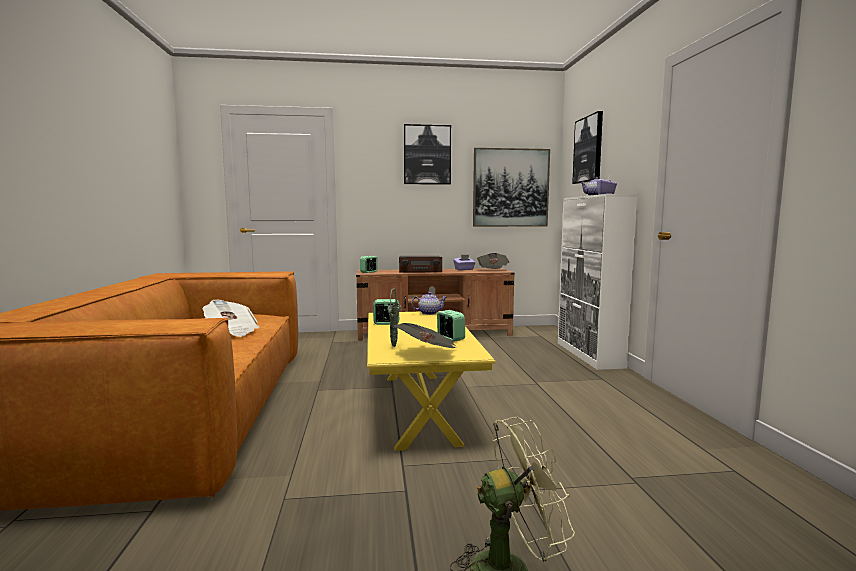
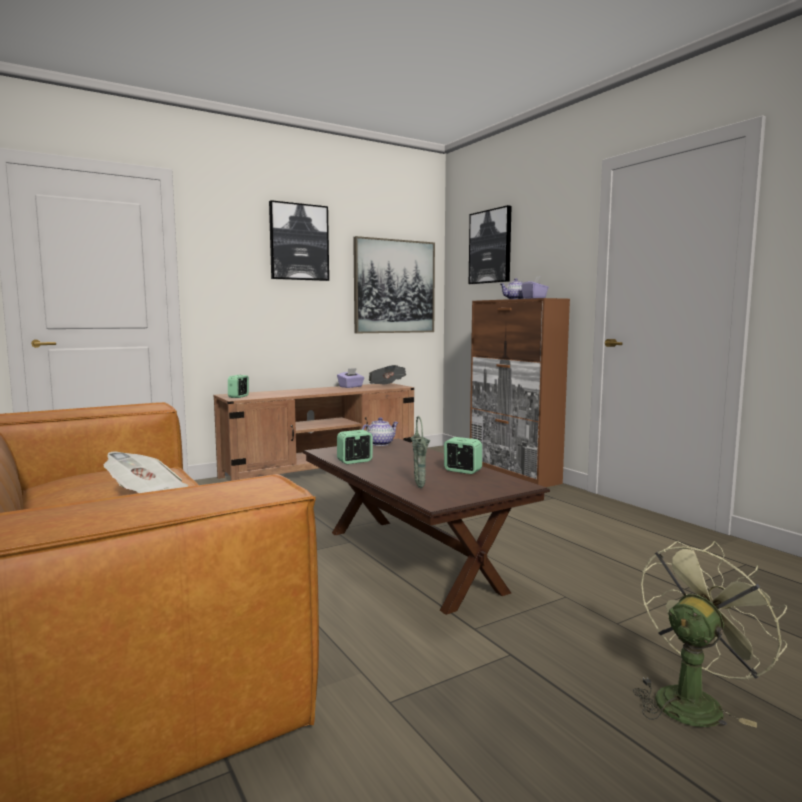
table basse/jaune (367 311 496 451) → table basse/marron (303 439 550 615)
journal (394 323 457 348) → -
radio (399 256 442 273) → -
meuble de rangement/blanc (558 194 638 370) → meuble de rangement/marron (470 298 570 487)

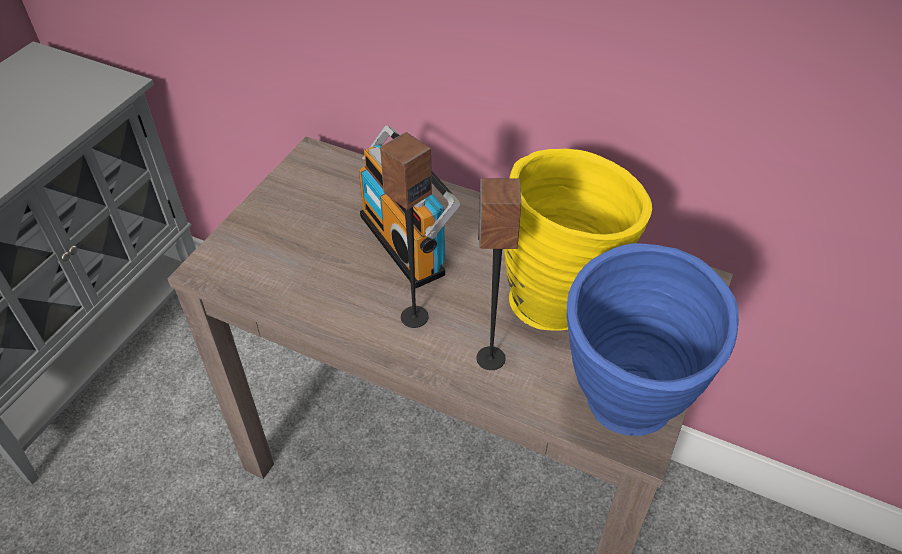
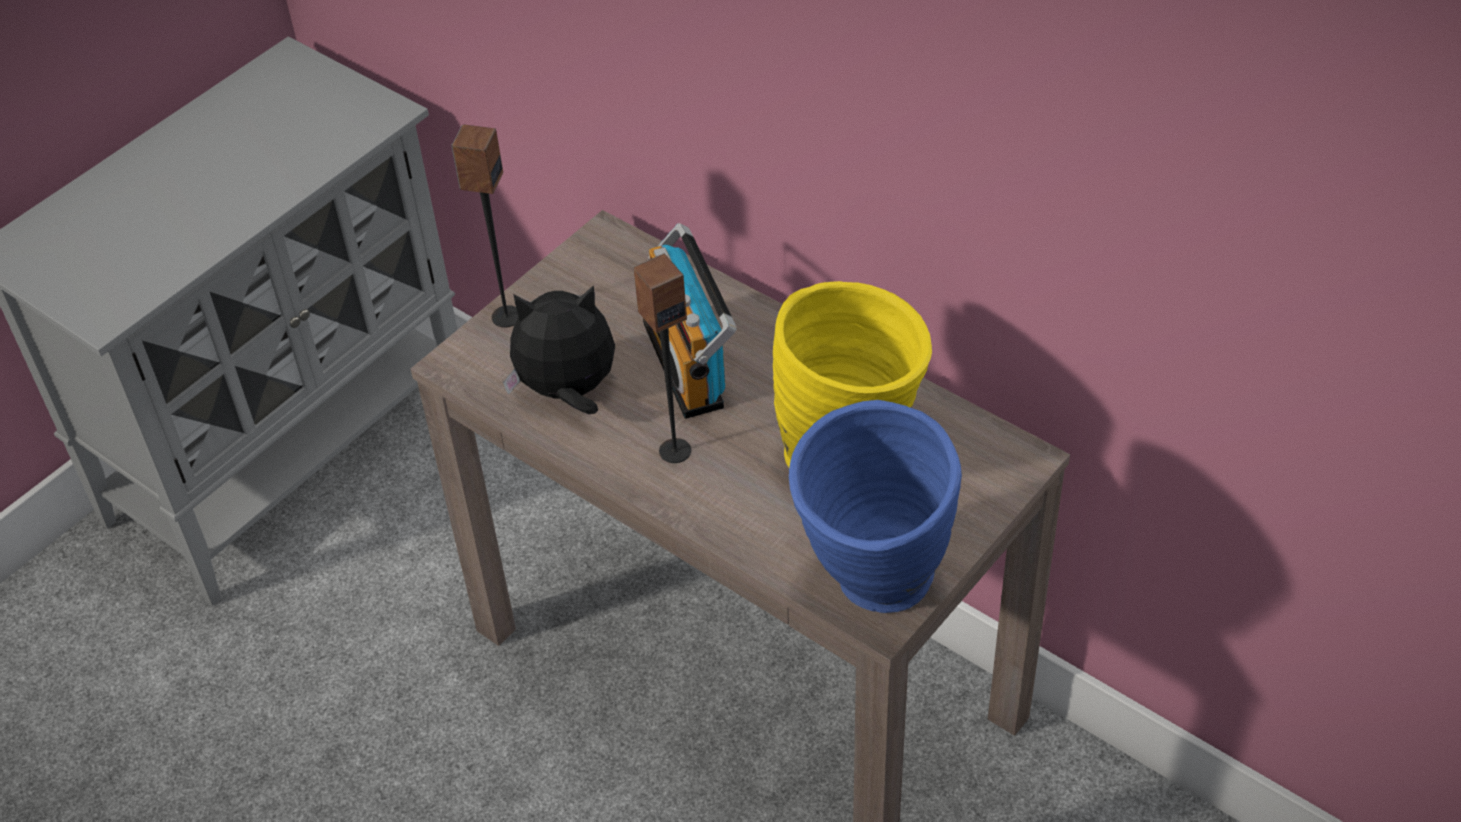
enceinte (476 178 521 370) → enceinte (451 125 518 327), move
- → peluche (503 285 615 414)

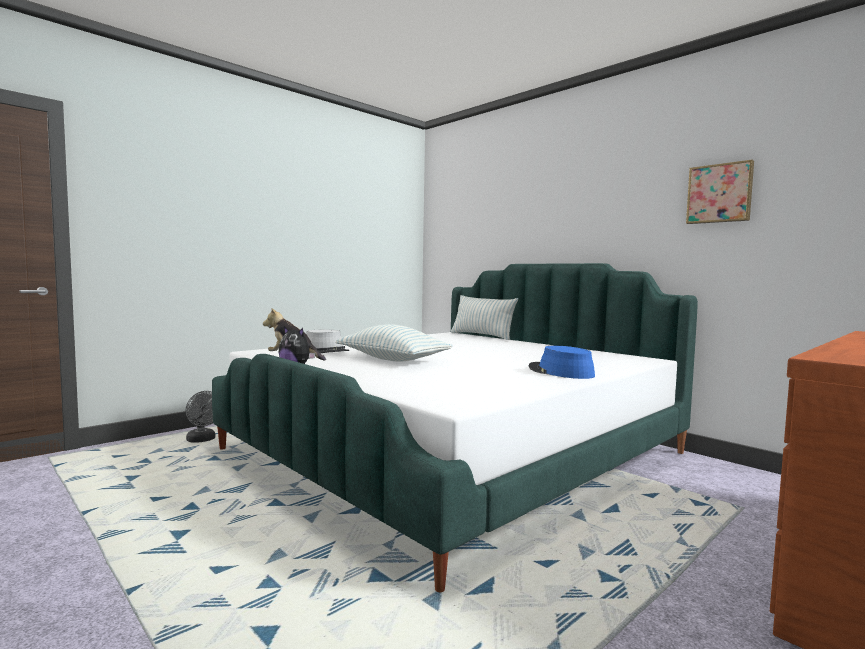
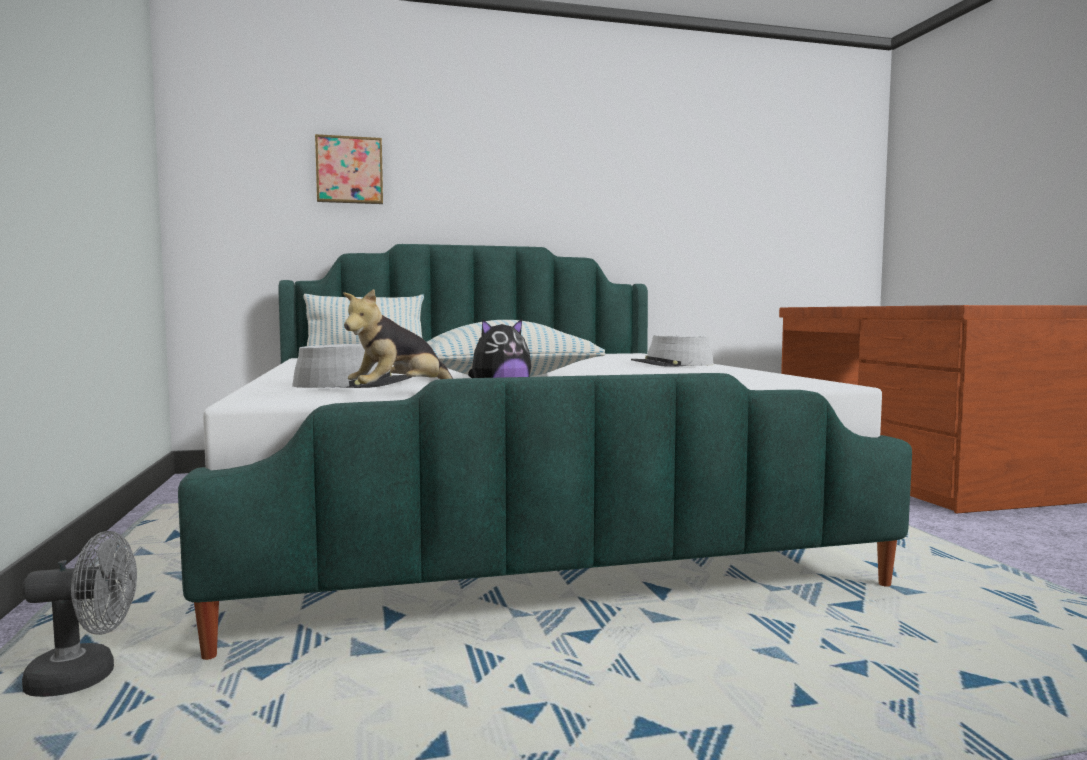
chapeau/bleu (529 346 595 379) → chapeau/gris (631 335 714 367)
tableau (686 160 754 224) → tableau (315 134 383 204), move

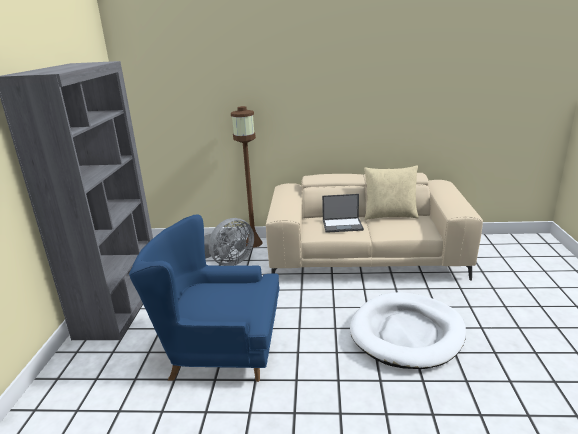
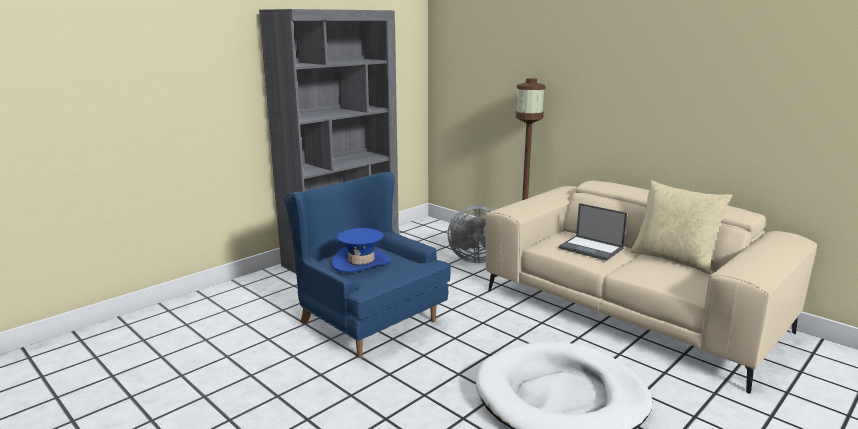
- → chapeau/bleu (332 228 391 273)

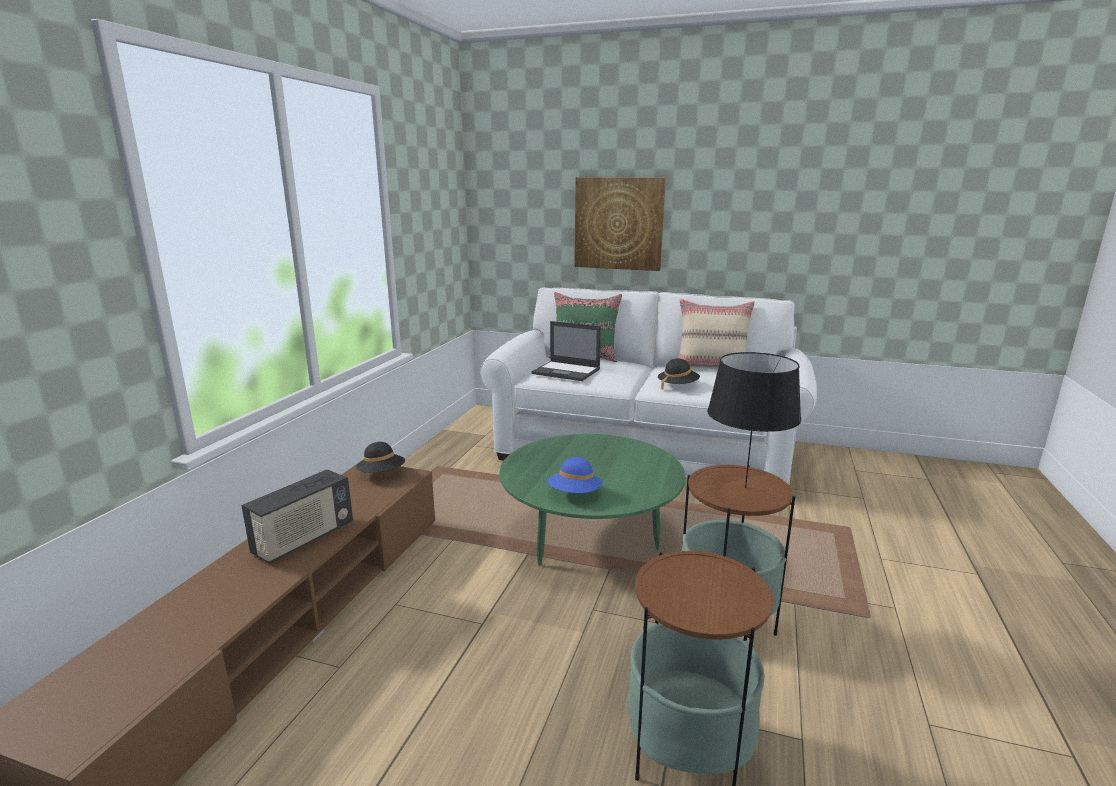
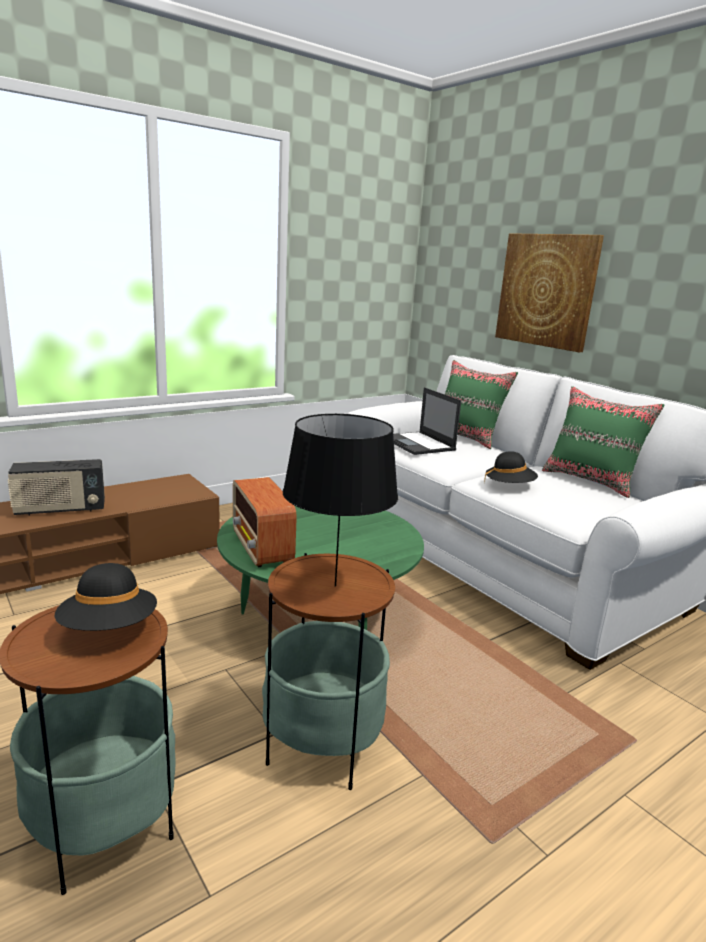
chapeau/noir (356 442 405 473) → chapeau/noir (54 563 157 631), move
chapeau/bleu (548 457 602 493) → radio (233 477 297 567)
coussin/beige (678 299 755 367) → coussin/vert (542 386 664 498)

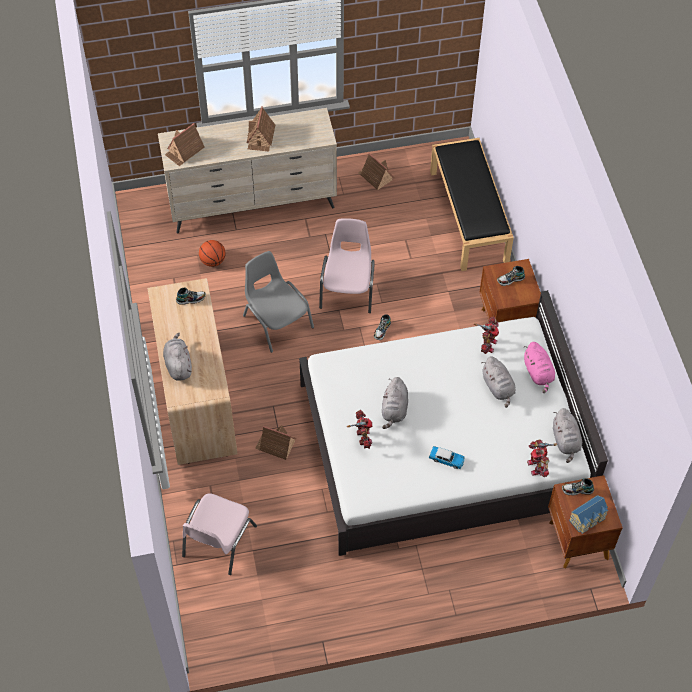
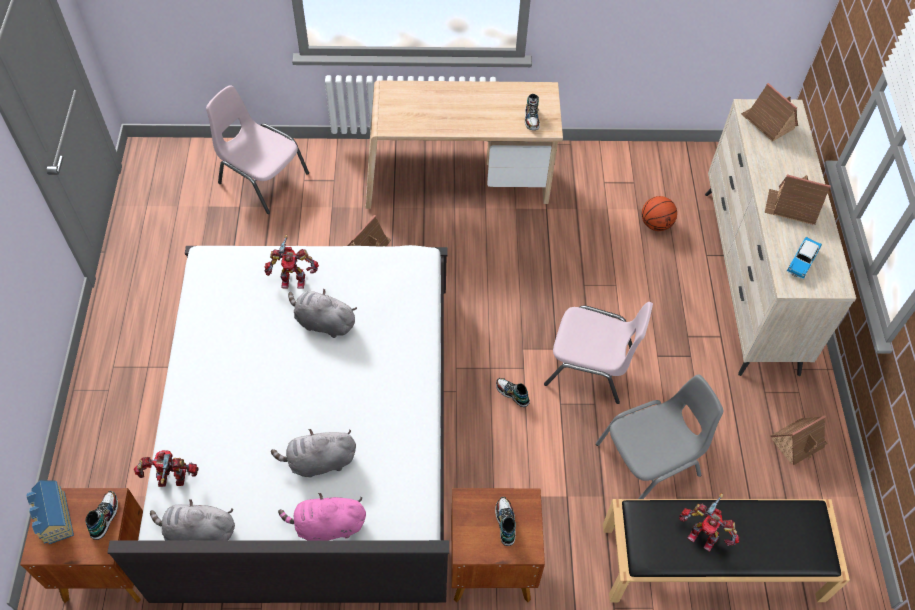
peluche/gris (163 333 192 381) → -
chaise/gris (243 251 314 353) → chaise/gris (596 374 723 499), move
petite voiture (429 446 465 469) → petite voiture (786 237 822 279), move
robot jouet (474 317 499 354) → robot jouet (679 493 739 552), move

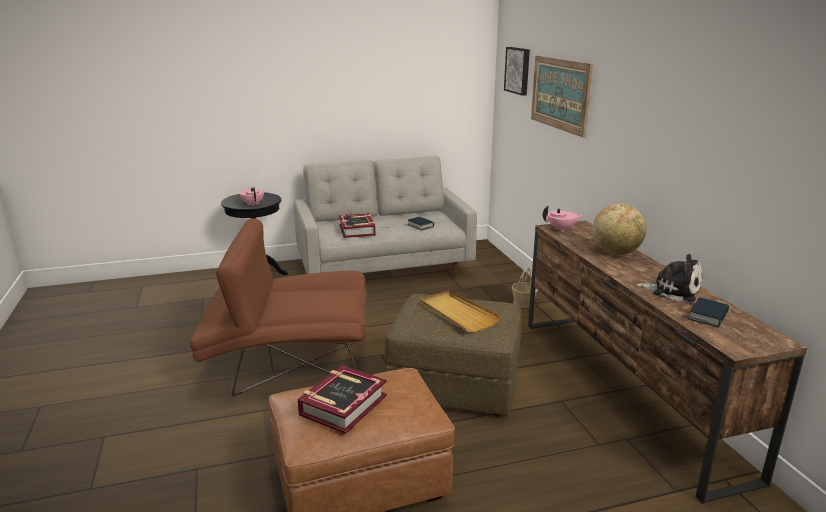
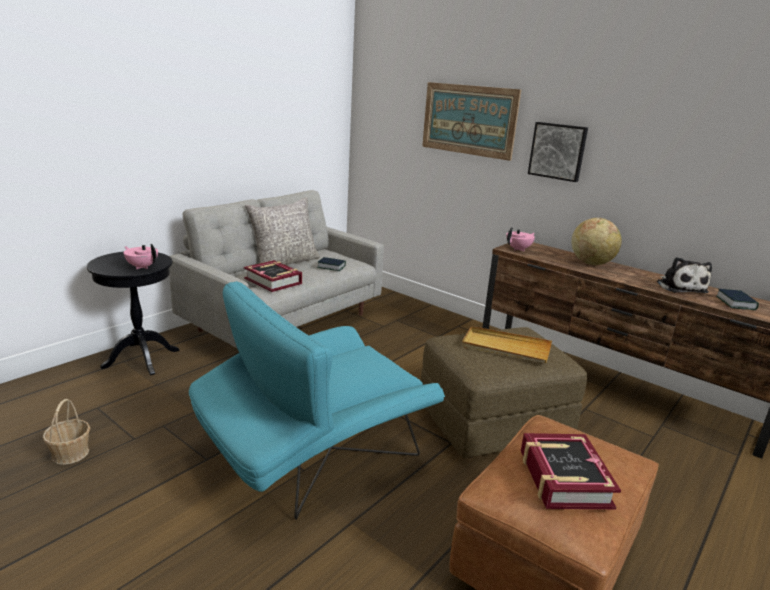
fauteuil/marron (189 218 366 396) → fauteuil/turquoise (189 281 445 520)
tableau (504 47 530 96) → tableau (528 122 588 182), move
panier (511 267 538 308) → panier (43 399 90 465), move
peluche (636 254 702 302) → peluche (657 257 712 293), 90 degrees clockwise
- → coussin/gris (245 197 320 265)

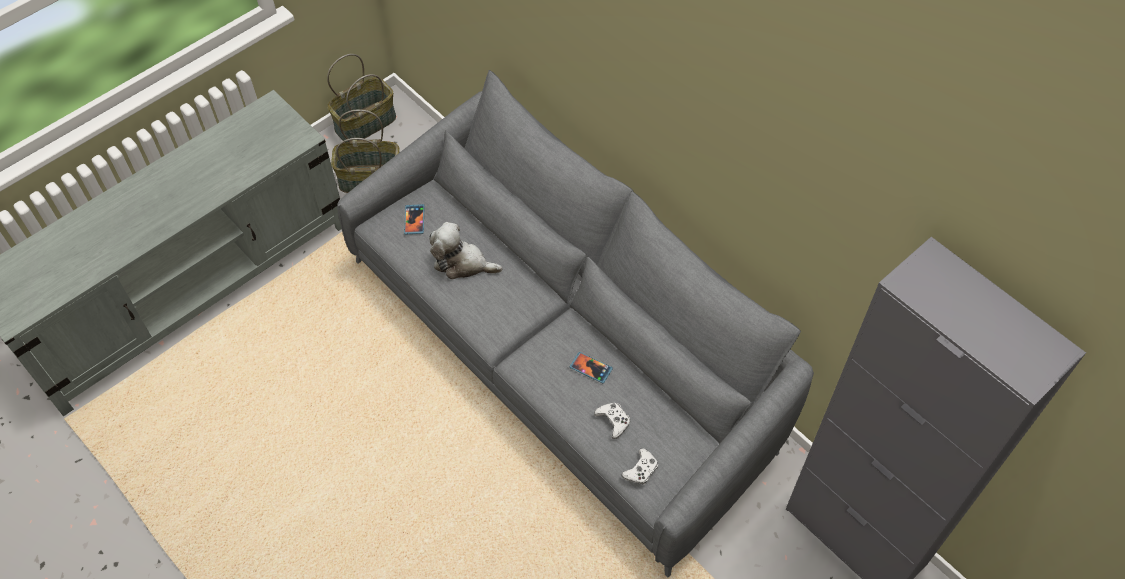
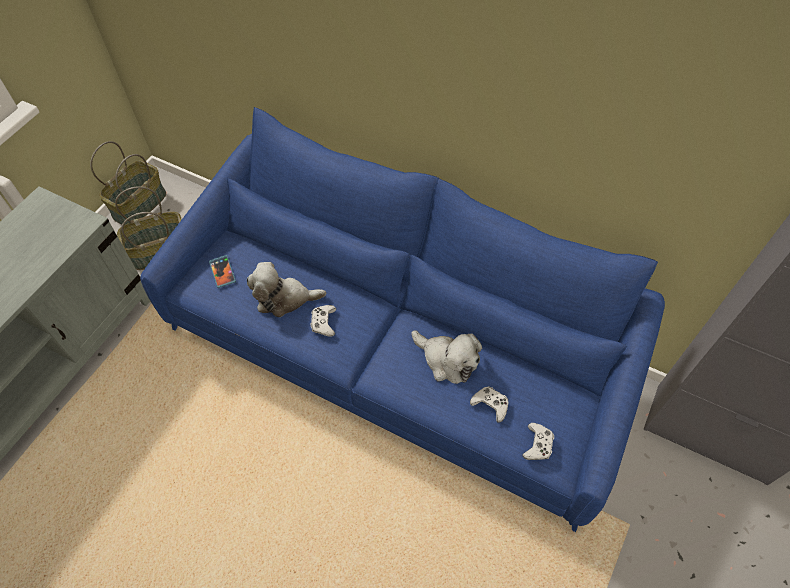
canapé/gris (337 70 814 577) → canapé/bleu (140 107 665 532)
téléphone (569 352 613 383) → peluche (412 330 482 384)
- → manette/blanc (311 305 336 337)

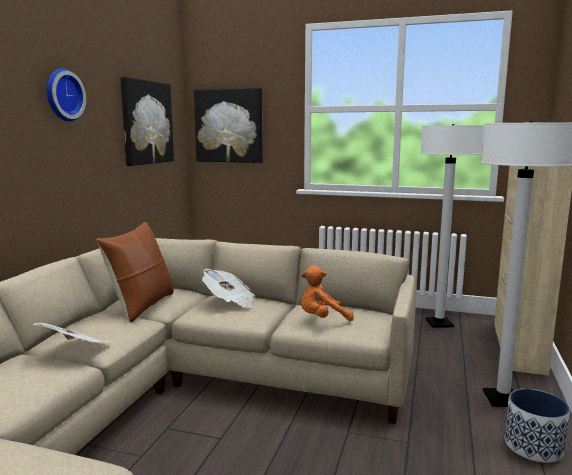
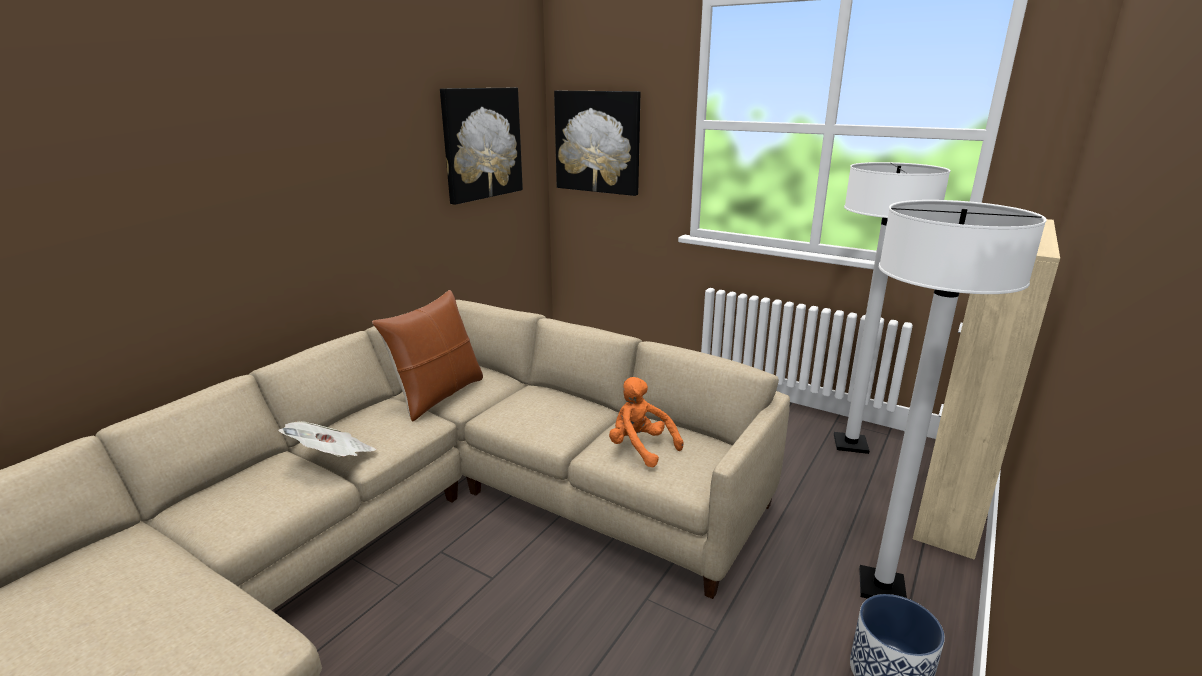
horloge murale (47 68 86 121) → -
journal (202 269 255 308) → -
peluche/orange (301 266 354 321) → peluche/orange (609 377 684 467), 45 degrees clockwise

